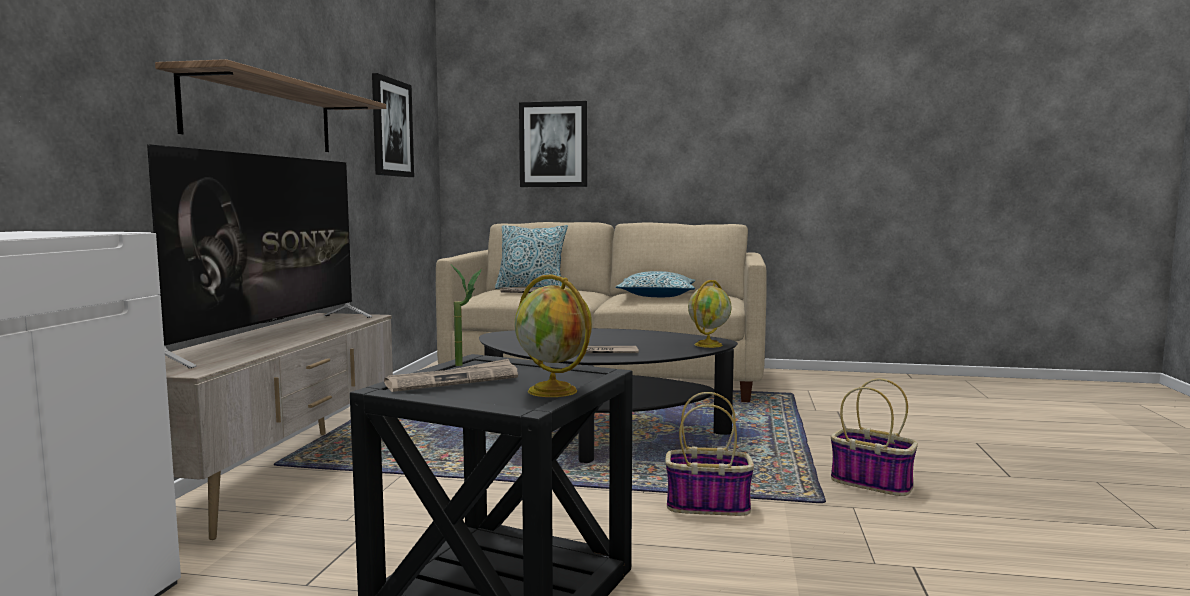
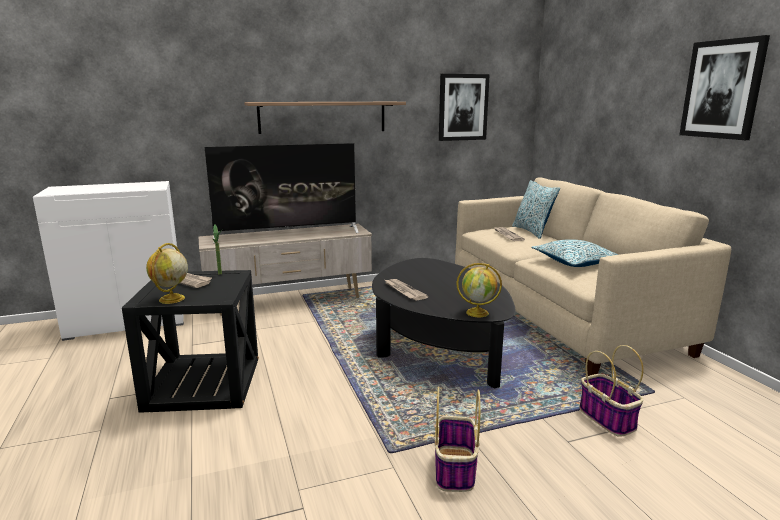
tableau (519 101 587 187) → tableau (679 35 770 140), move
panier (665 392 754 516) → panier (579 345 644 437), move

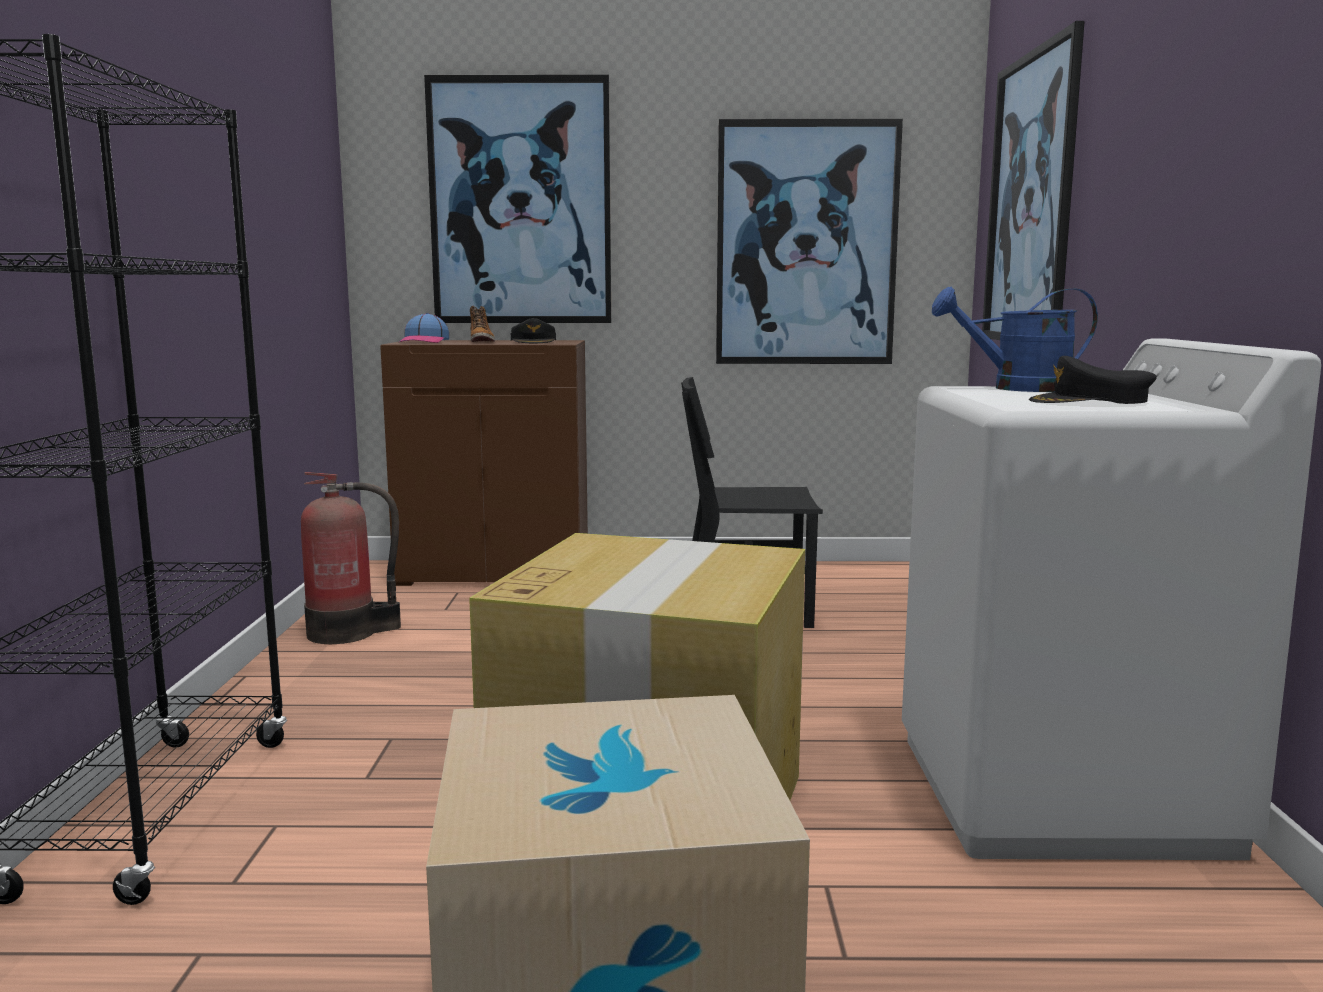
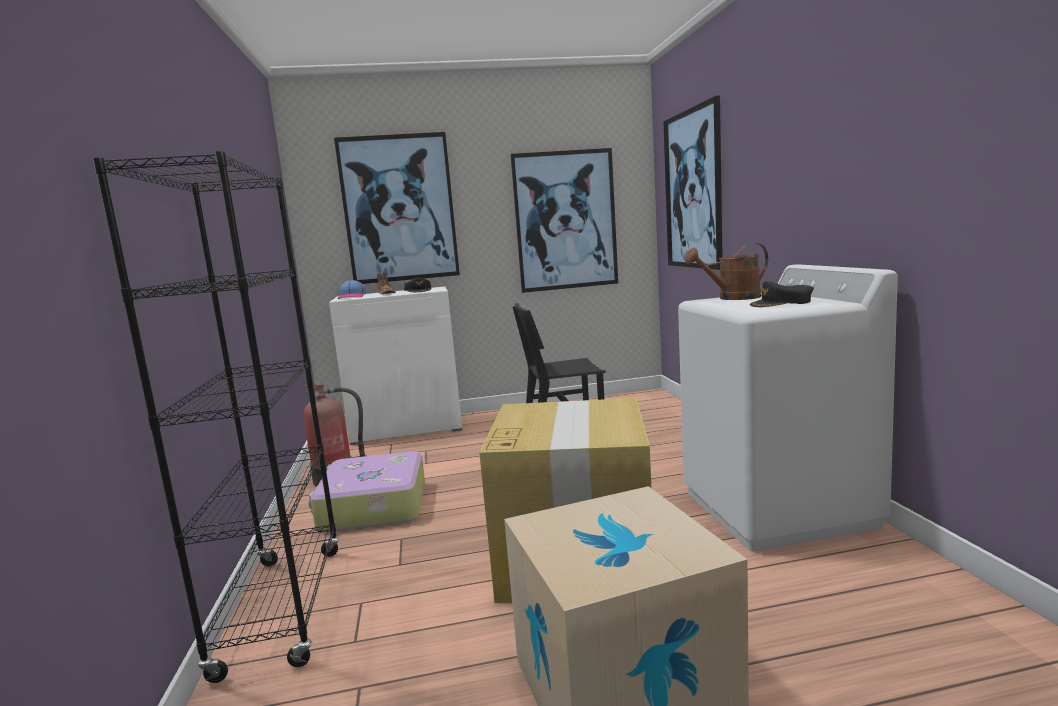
meuble de rangement/marron (380 340 588 586) → meuble de rangement/blanc (329 286 462 445)
arrosoir/bleu (932 287 1098 392) → arrosoir/marron (685 243 768 300)
- → valise (308 451 425 532)

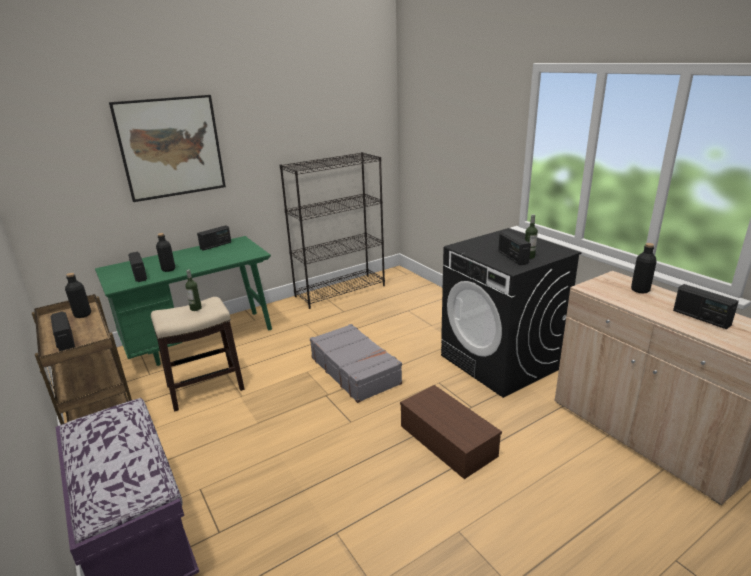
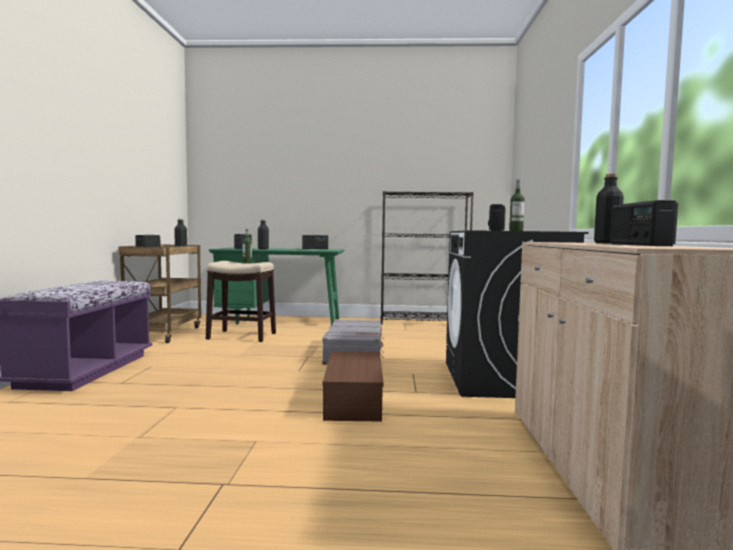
tableau (109 95 226 202) → -

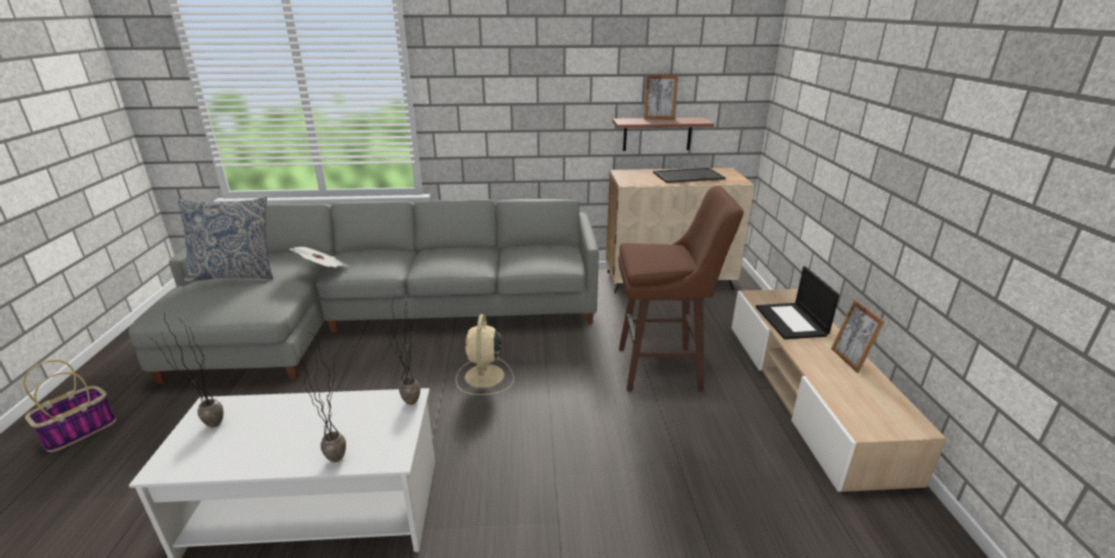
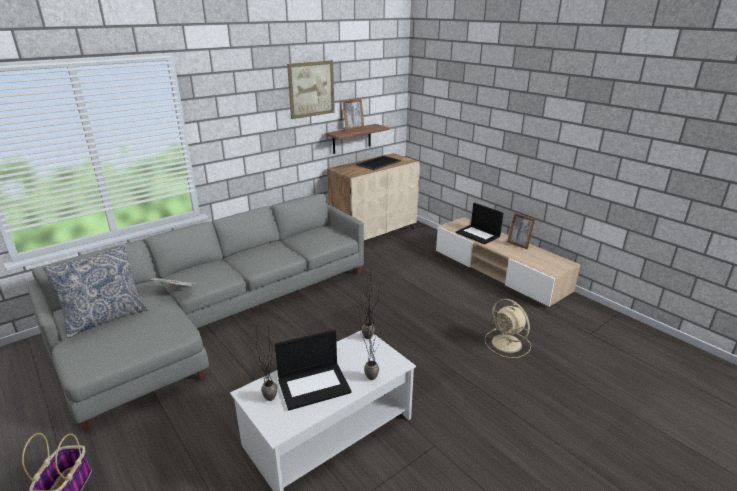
ventilateur/beige (456 314 514 395) → ventilateur/beige (484 299 531 358), move
tabouret/marron (618 185 744 392) → -
- → ordinateur portable (275 330 351 411)
- → tableau (287 60 335 119)

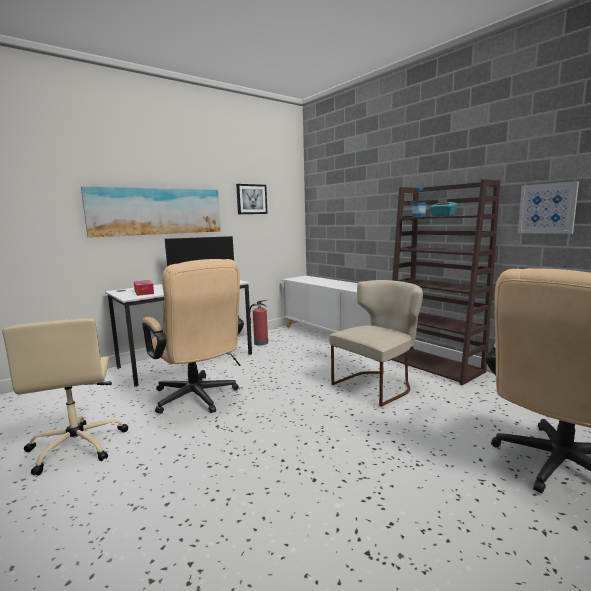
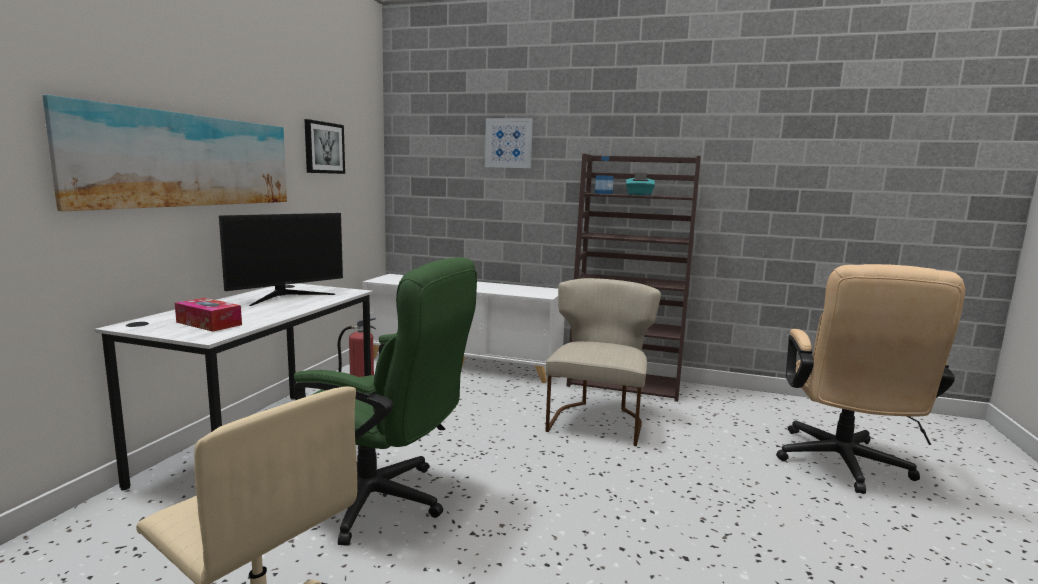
chaise de bureau/beige (142 259 244 414) → chaise de bureau/vert (294 257 477 546)
tableau (518 181 579 234) → tableau (485 118 533 168), move

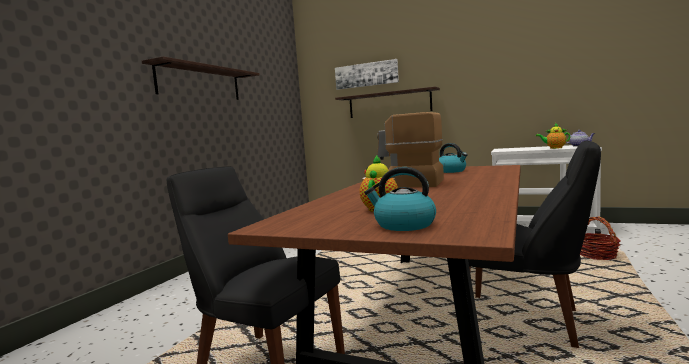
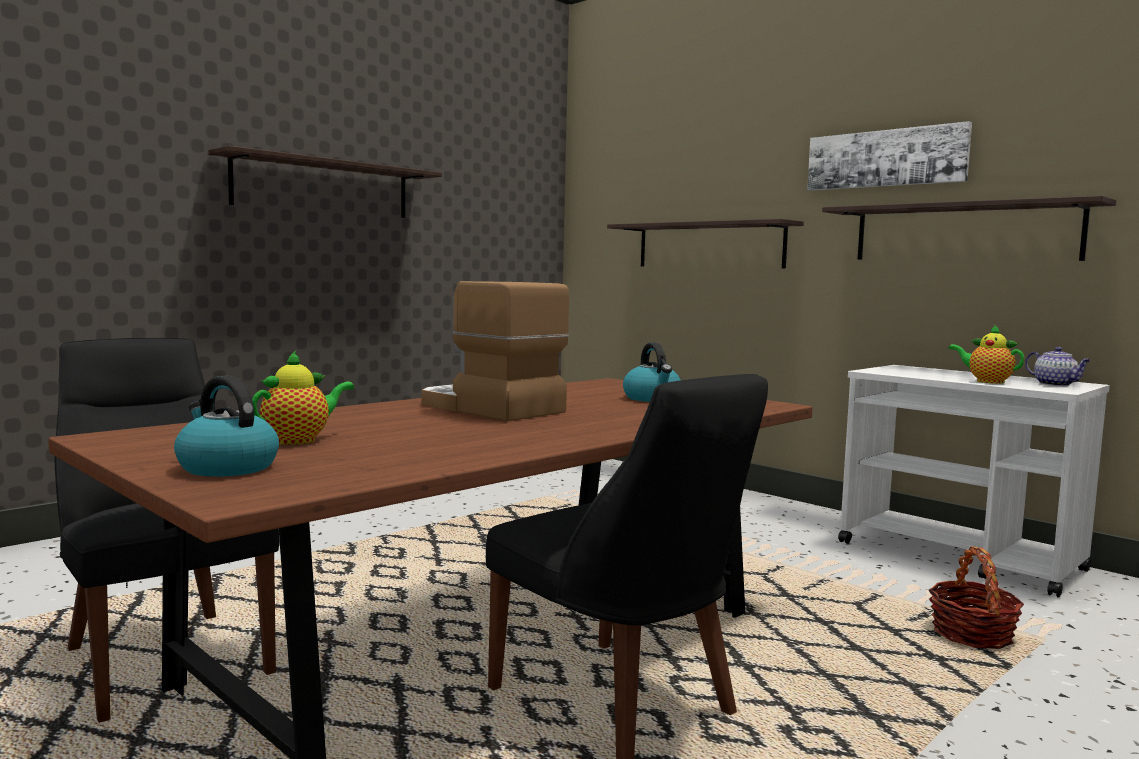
tableau (335 59 399 90) → tableau (807 121 972 190), move
- → étagère (822 196 1116 261)

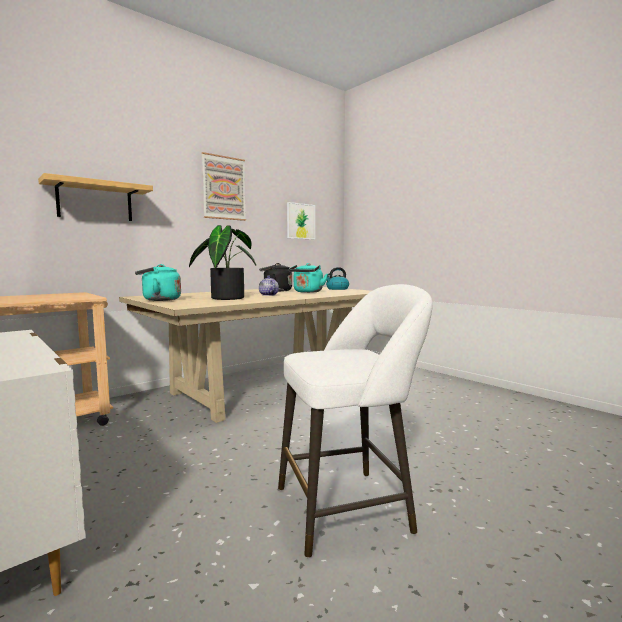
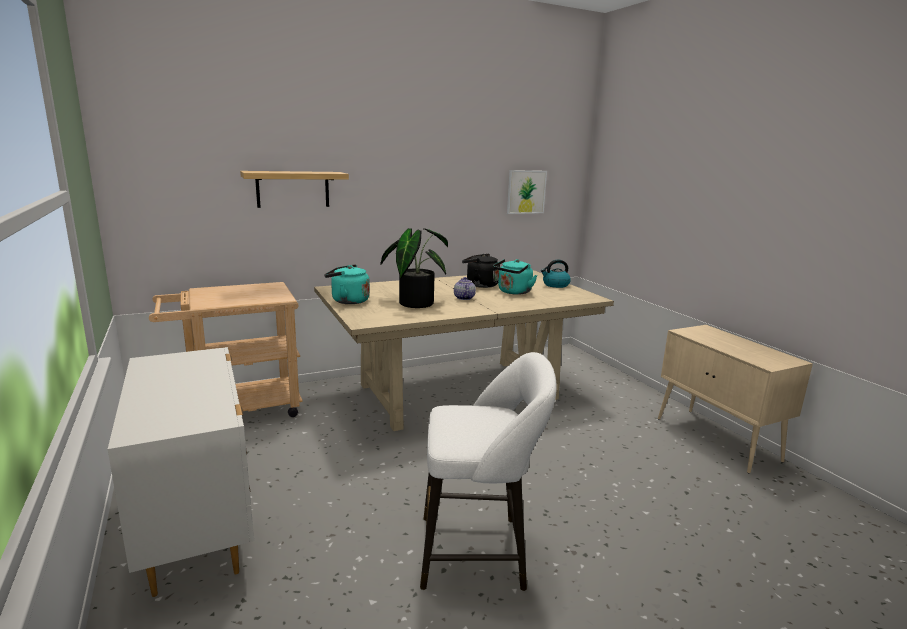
tableau (202 152 246 221) → -
- → meuble de rangement/beige (658 325 813 474)

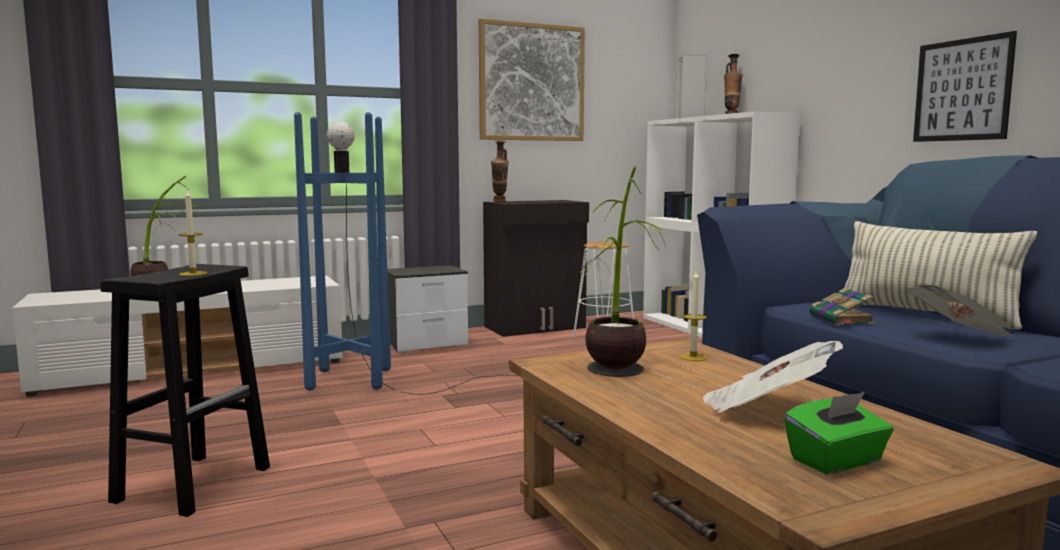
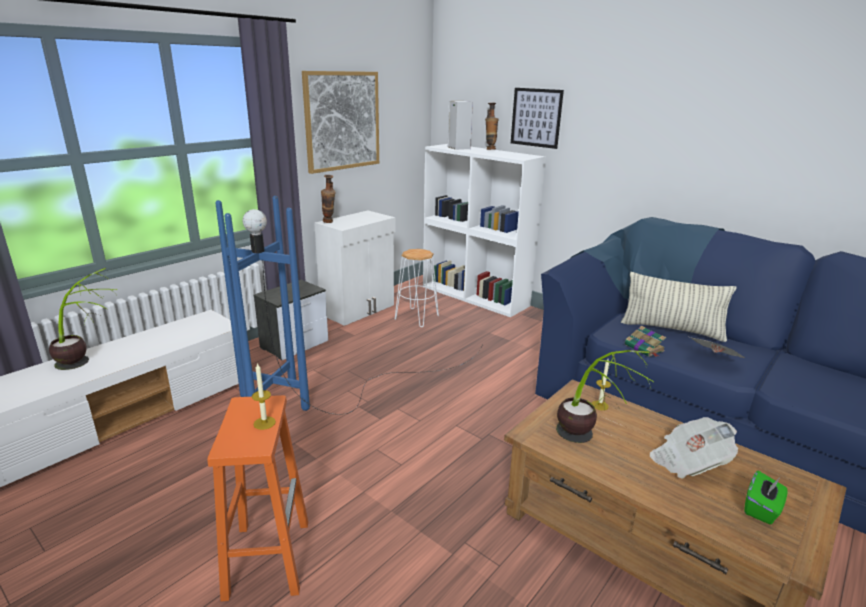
tabouret/noir (100 264 270 517) → tabouret/orange (207 395 308 601)
meuble de rangement/noir (483 200 589 337) → meuble de rangement/blanc (314 210 396 326)
tableau (913 31 1017 142) → tableau (511 88 564 149), move

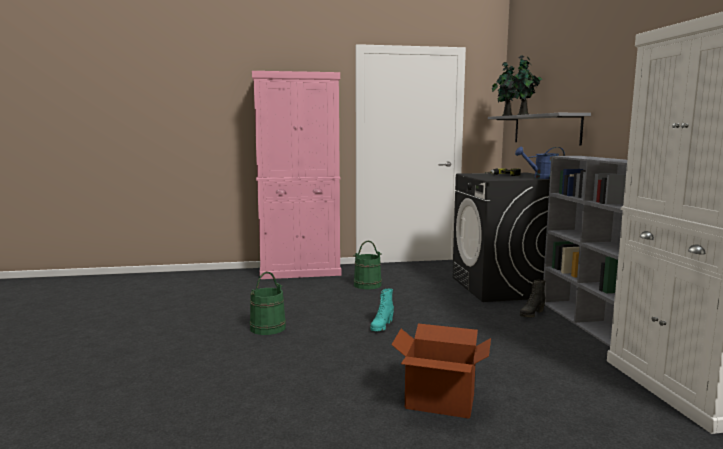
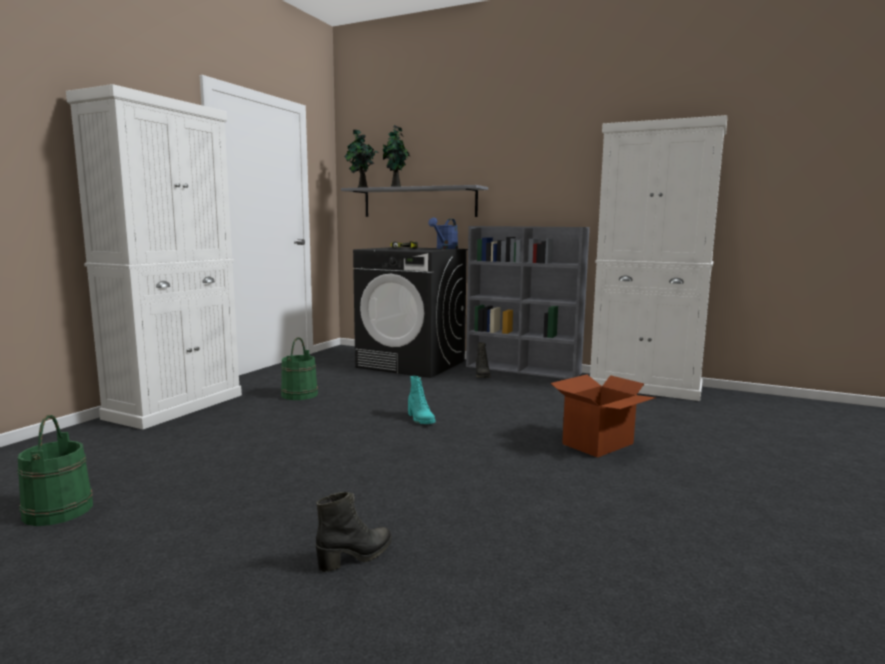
seau/vert (249 272 286 335) → seau/vert (18 415 93 526), move
meuble de rangement/rose (252 71 342 279) → meuble de rangement/blanc (66 84 242 429)
- → botte/noir (316 492 392 572)

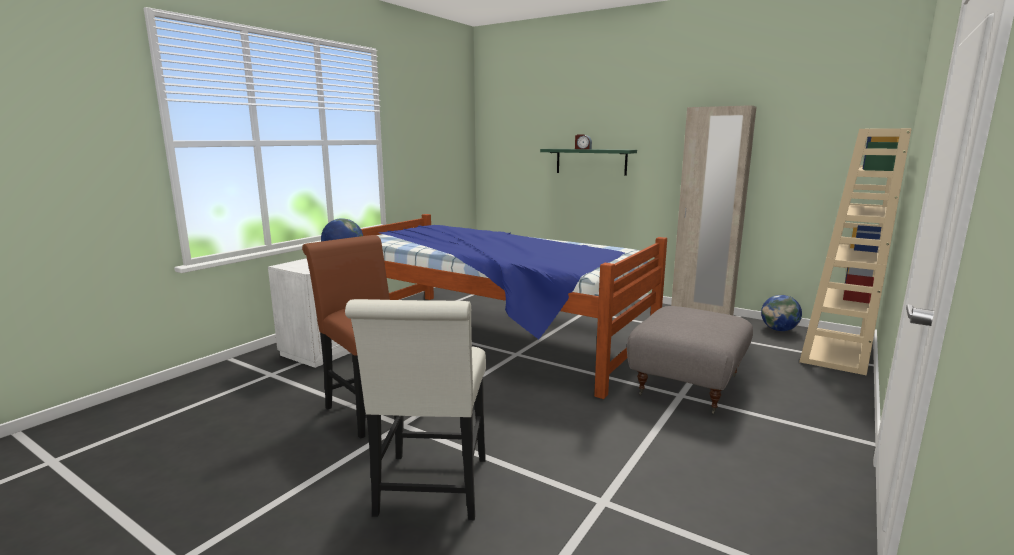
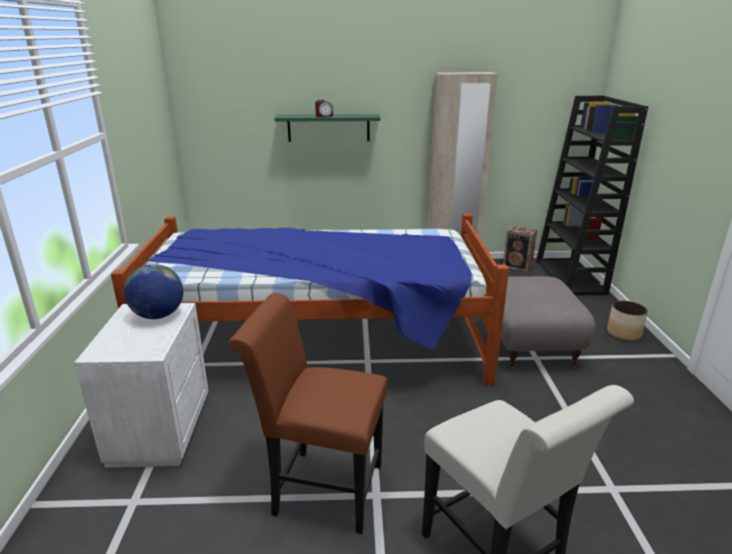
globe (761 295 802 331) → enceinte (503 226 537 272)
bibliothèque/beige (799 128 912 375) → bibliothèque/noir (536 96 648 296)
- → cache-pot (607 301 648 341)

